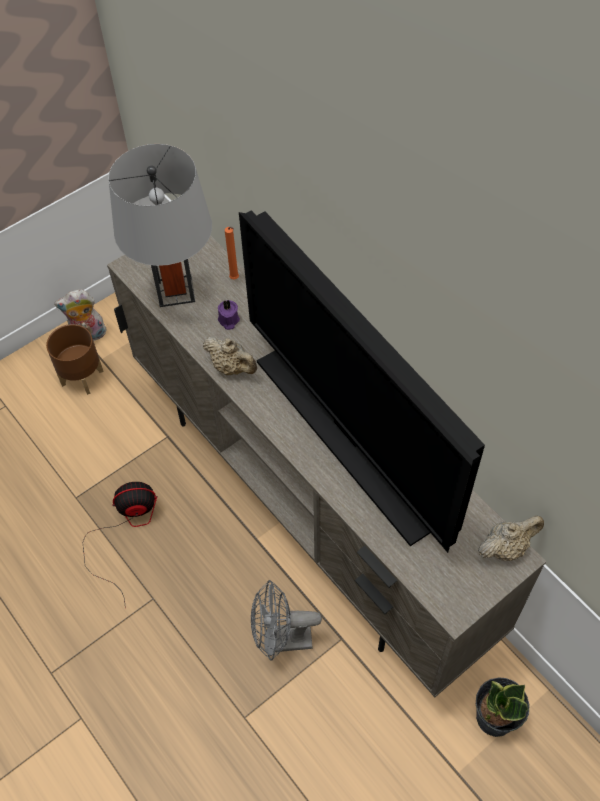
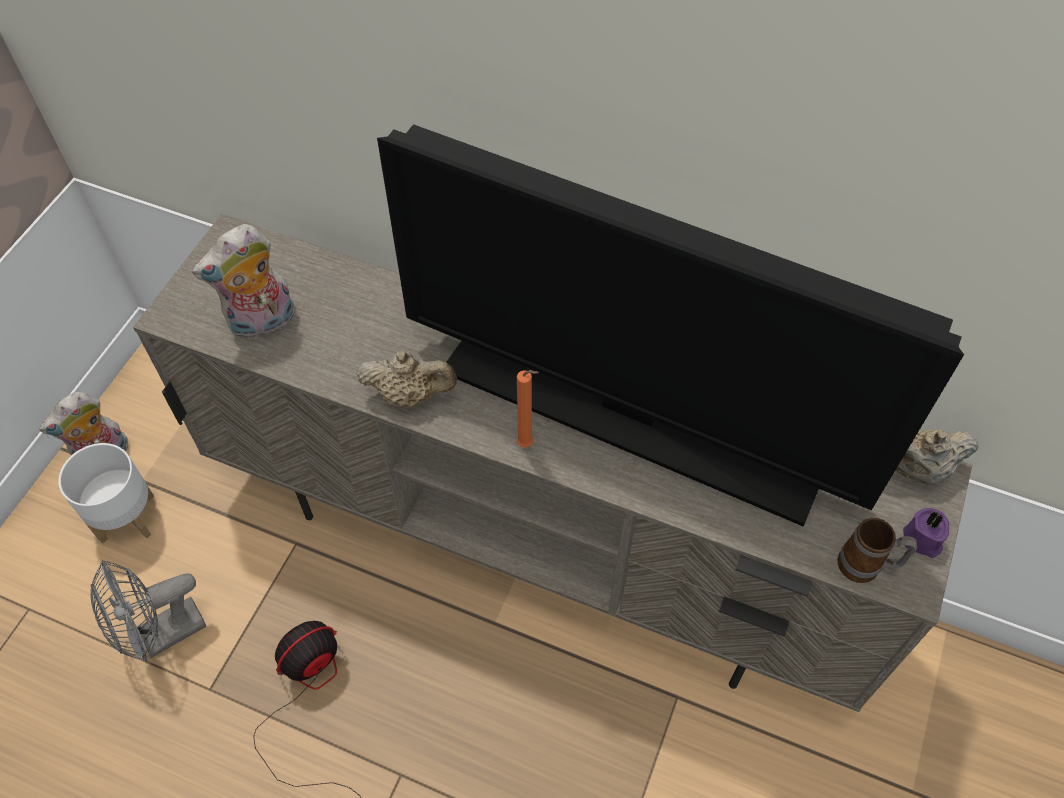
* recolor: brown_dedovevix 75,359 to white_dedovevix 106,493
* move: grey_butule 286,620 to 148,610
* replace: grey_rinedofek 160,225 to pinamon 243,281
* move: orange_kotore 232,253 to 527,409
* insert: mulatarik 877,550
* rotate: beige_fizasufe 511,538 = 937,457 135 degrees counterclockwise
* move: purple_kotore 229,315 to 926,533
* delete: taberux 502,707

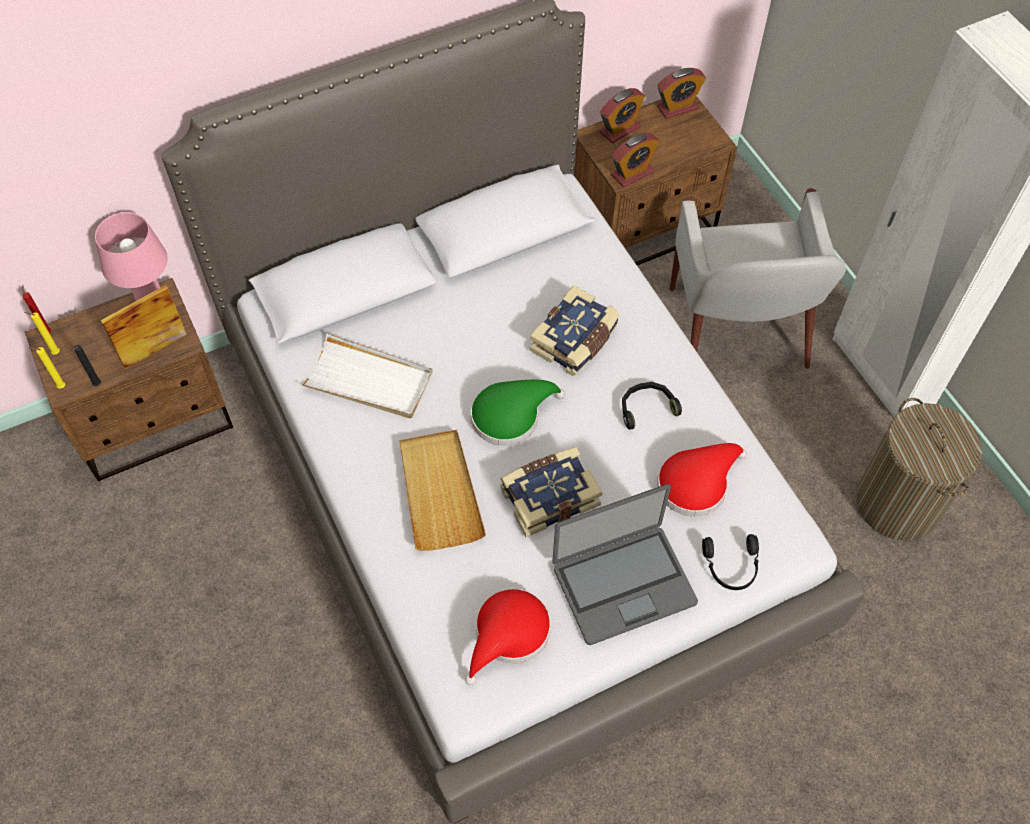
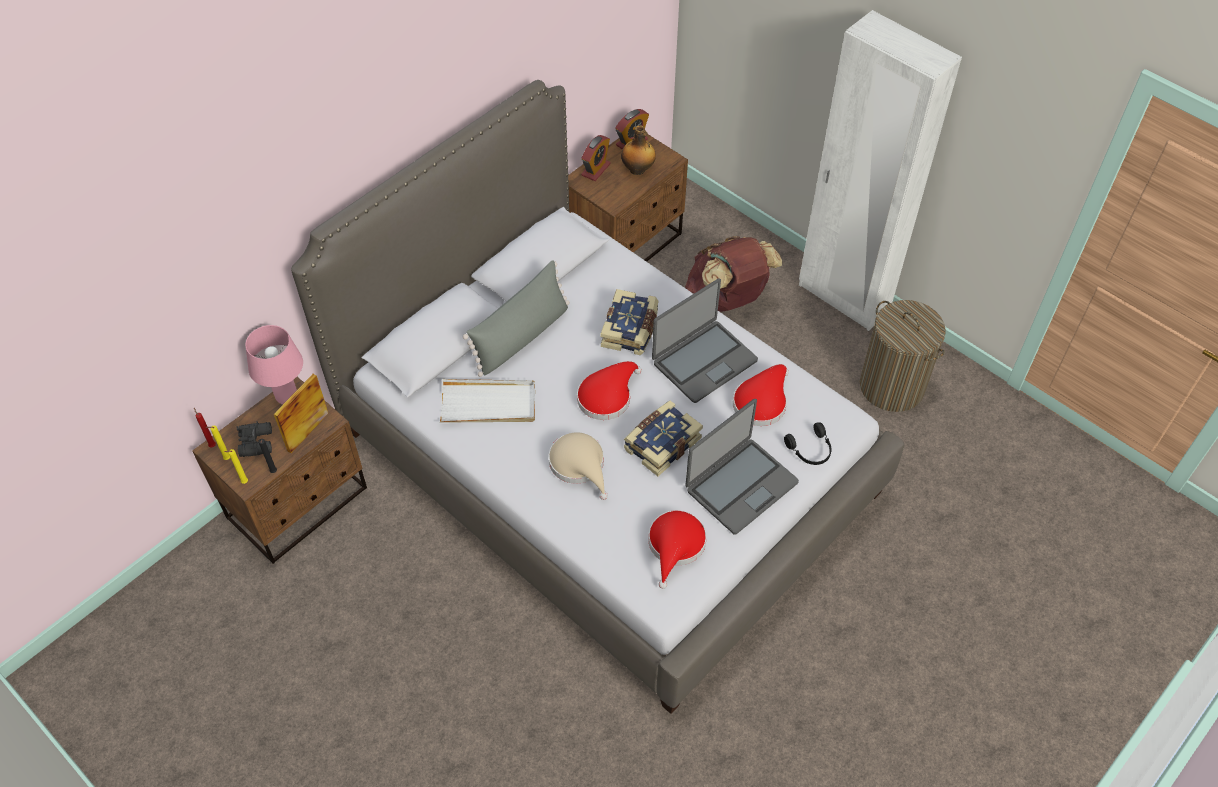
* insert: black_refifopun 254,439
* insert: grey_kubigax 516,318
* replace: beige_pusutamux 442,490 to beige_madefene 578,466
* recolor: green_madefene 518,413 to red_madefene 609,390
* insert: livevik 638,150
* replace: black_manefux 652,406 to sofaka 705,340
* replace: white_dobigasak 758,278 to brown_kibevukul 733,274
* delete: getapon 635,160

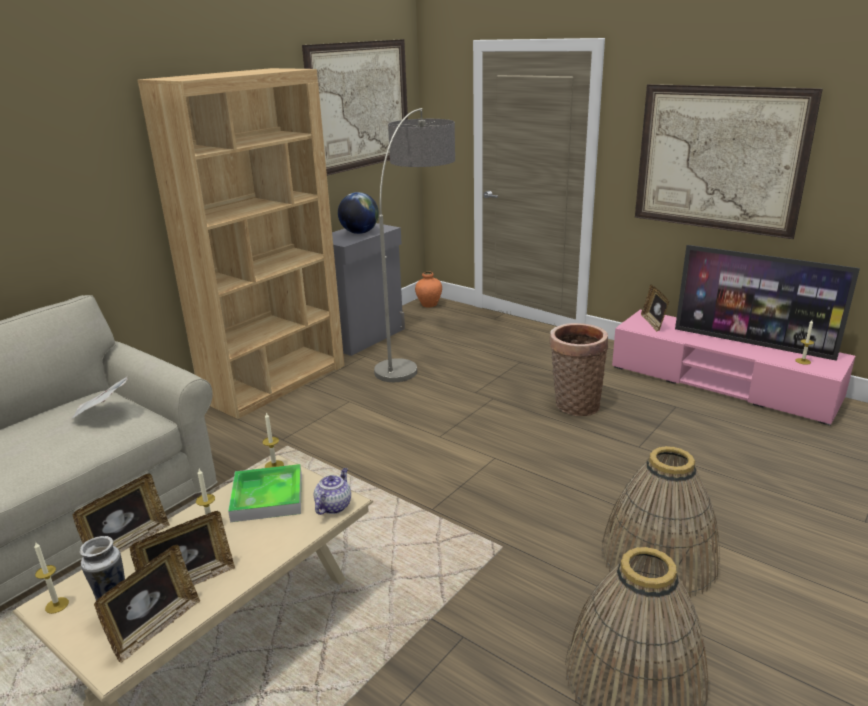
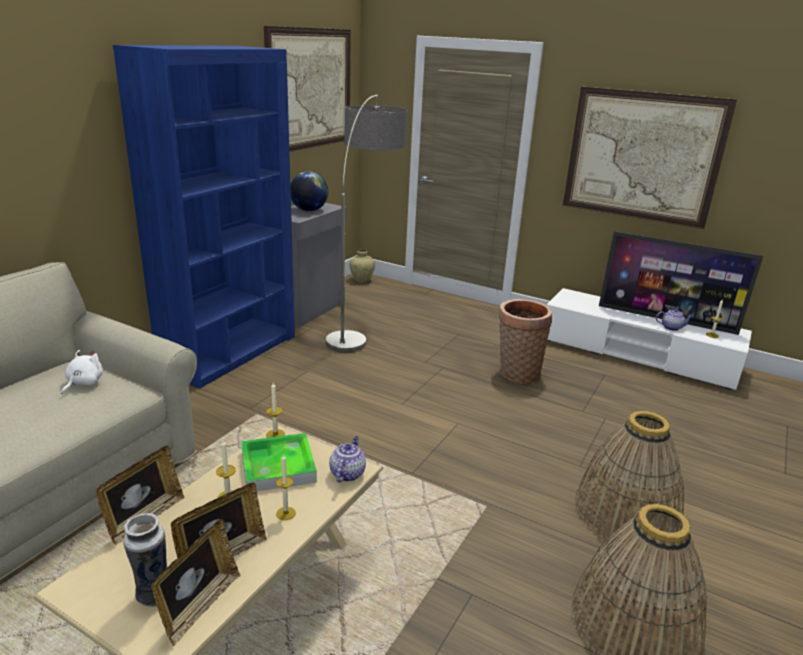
* replace: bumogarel 99,398 to white_pinamon 82,372
* recolor: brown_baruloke 240,243 to blue_baruloke 204,216
* move: kotore 51,578 to 286,487
* recolor: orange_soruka 428,289 to beige_soruka 362,266
* recolor: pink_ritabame 733,368 to white_ritabame 649,339
* insert: fizasufe 674,320
* delete: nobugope 655,308

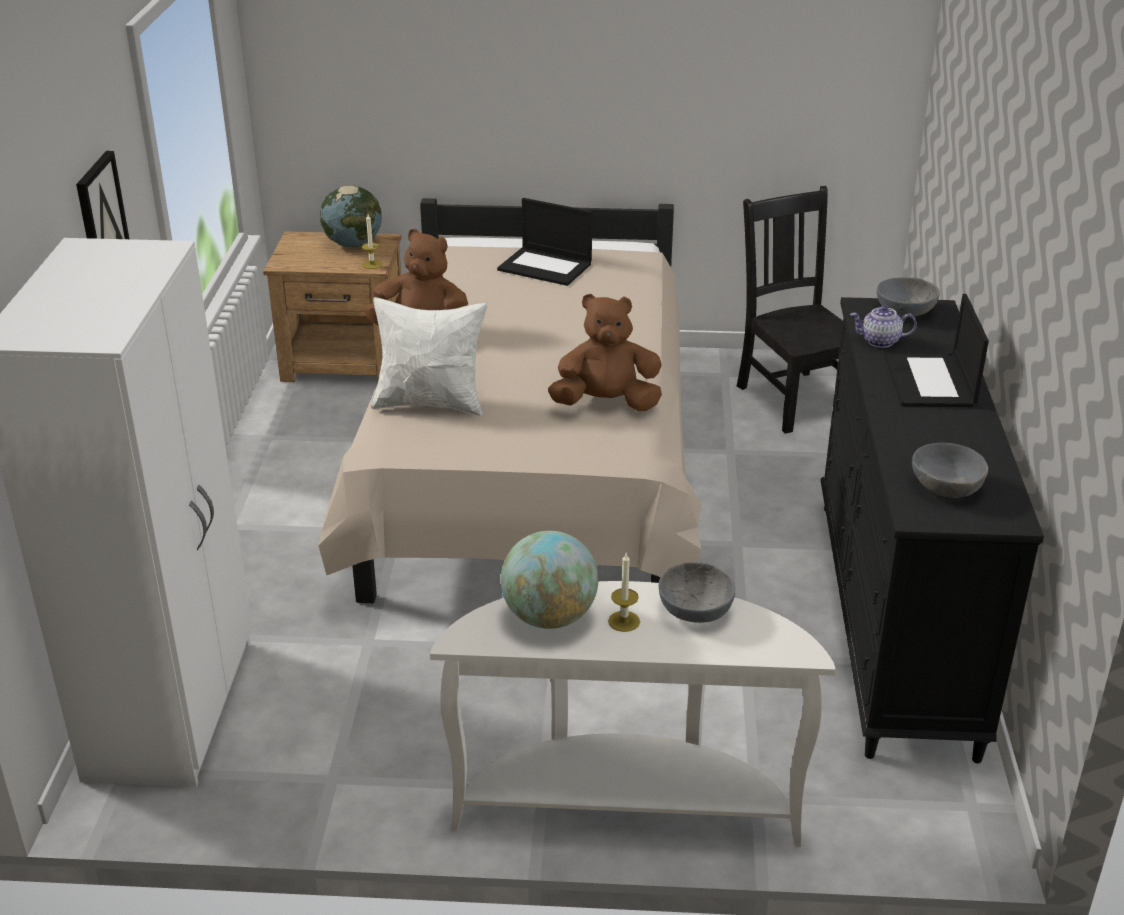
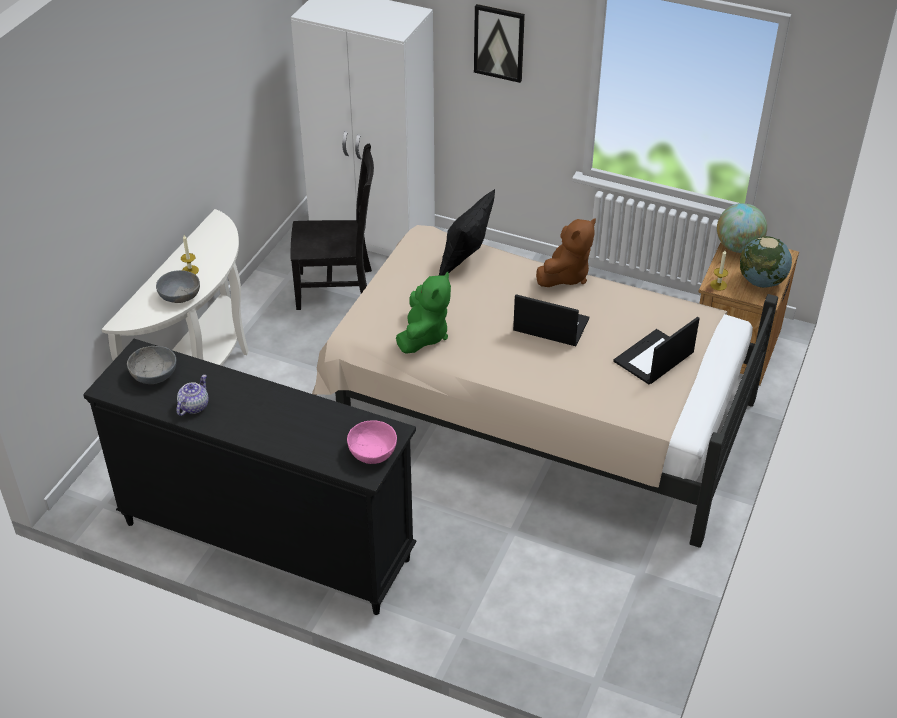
* move: fizasufe 883,327 to 192,395
* move: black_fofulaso 790,310 to 332,226
* recolor: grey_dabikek 908,297 to pink_dabikek 372,442
* recolor: brown_pinamon 605,352 to green_pinamon 423,313
* recolor: white_kubigax 429,356 to black_kubigax 467,232
* move: sofaka 936,350 to 551,320
* move: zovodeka 549,580 to 742,228

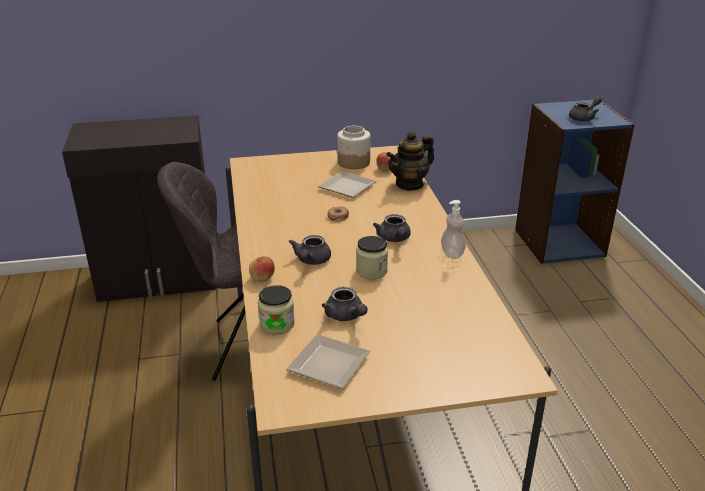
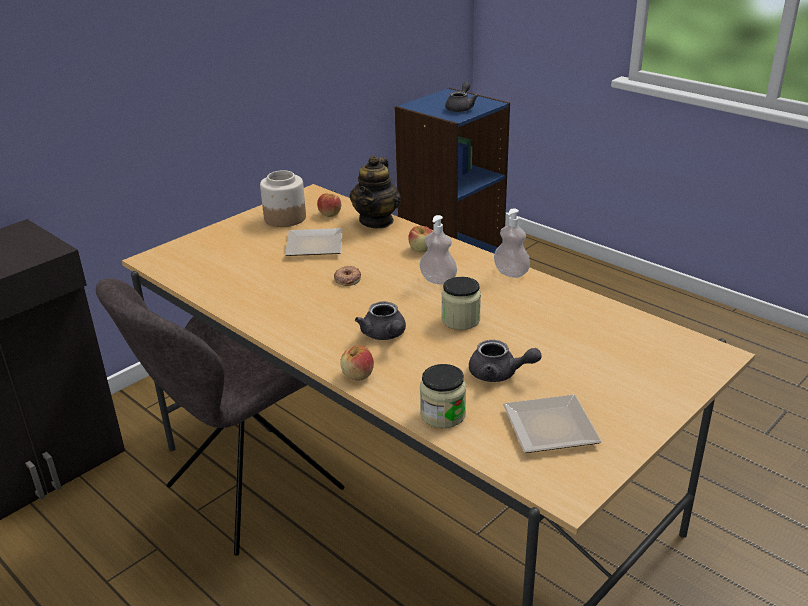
* insert: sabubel 420,239
* replace: grey_fizasufe 392,228 to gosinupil 438,250

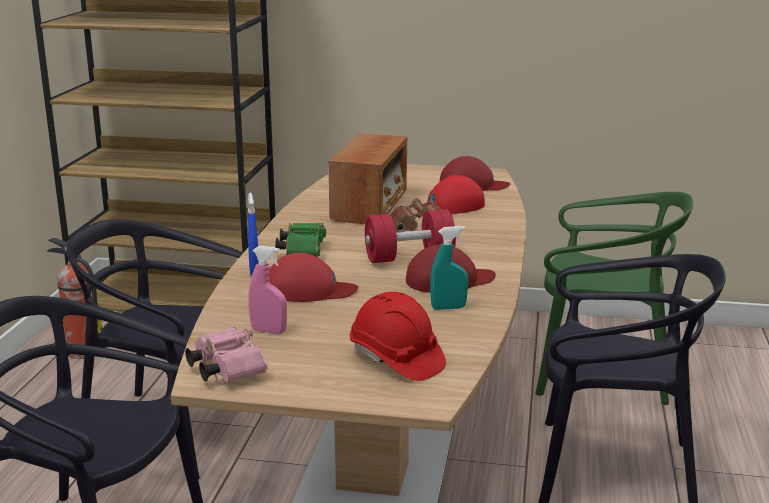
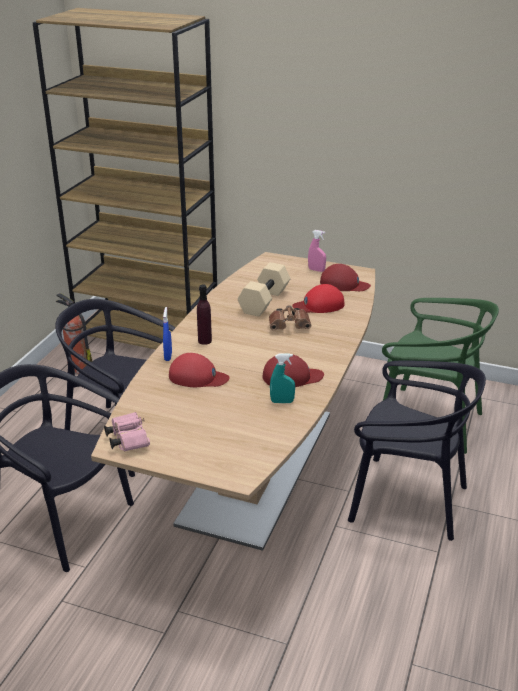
* replace: green_refifopun 300,240 to purple_livevik 204,315
* replace: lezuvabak 368,178 to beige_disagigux 264,289
* move: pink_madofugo 267,290 to 317,251
* delete: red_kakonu 398,336
* delete: red_disagigux 410,236

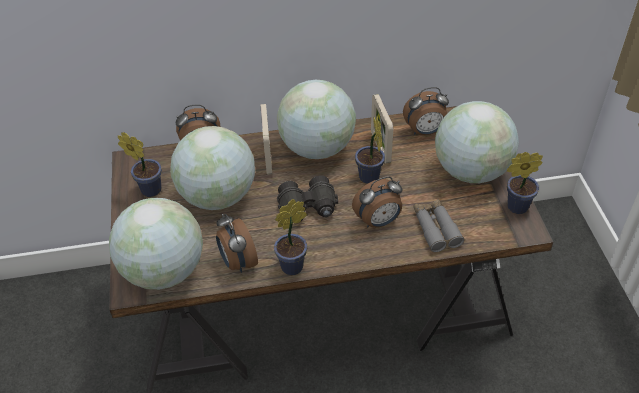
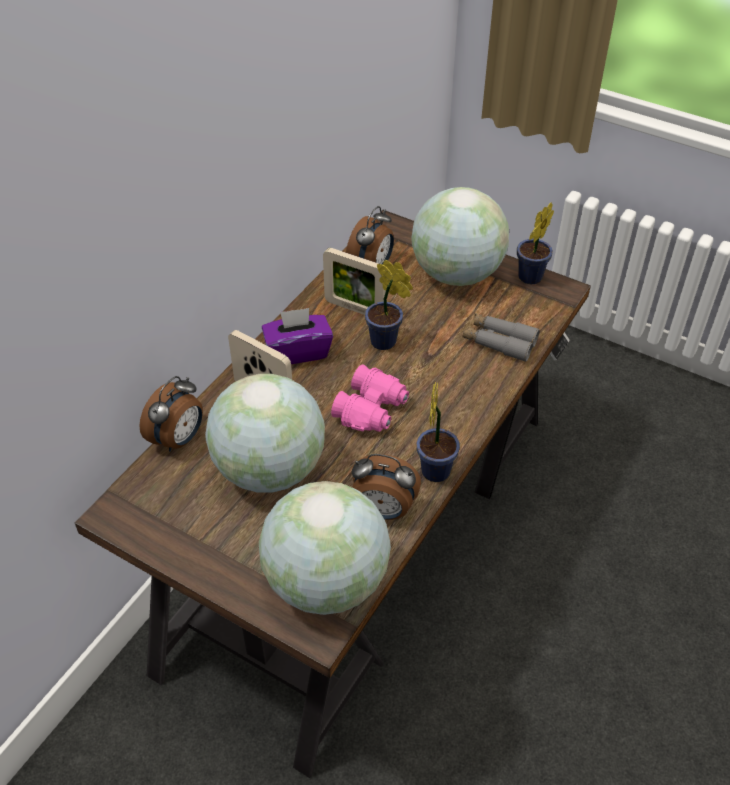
* replace: zovodeka 316,119 to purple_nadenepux 297,336
* recolor: black_refifopun 307,198 to pink_refifopun 370,398
* delete: taberux 140,164
* delete: getapon 377,202

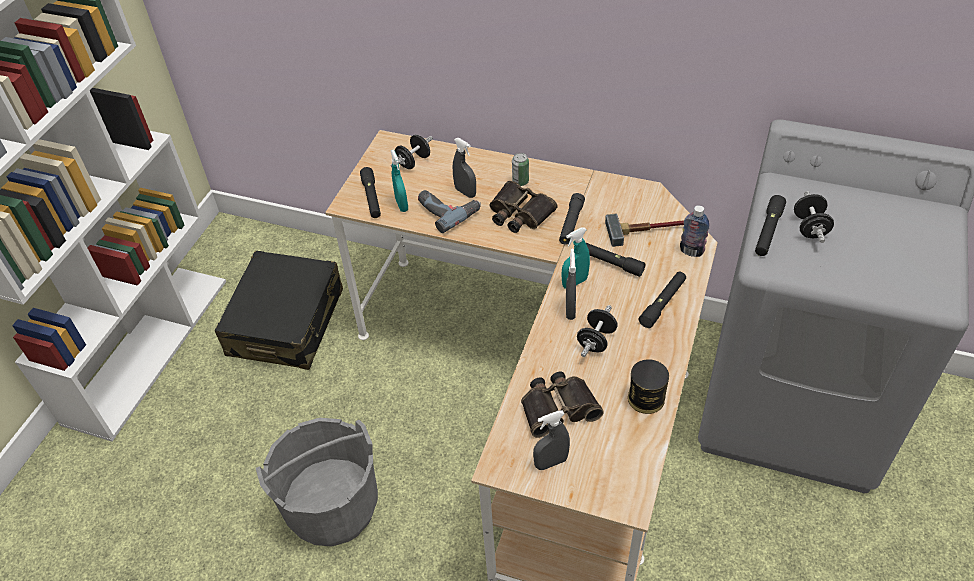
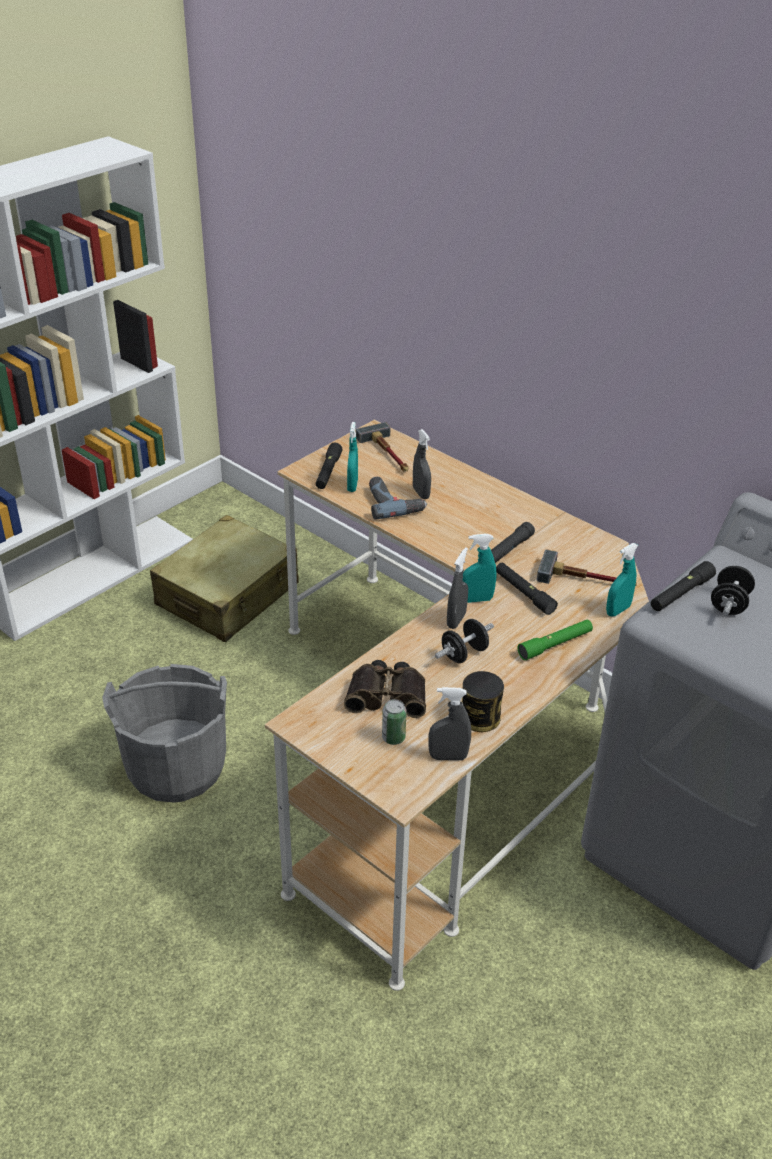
* recolor: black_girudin 279,310 to beige_girudin 224,578
* replace: black_disagigux 412,152 to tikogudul 382,447
* move: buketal 520,169 to 394,722
* move: grey_madofugo 551,440 to 450,723
* recolor: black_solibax 662,300 to green_solibax 555,640
* replace: livevik 695,231 to turquoise_madofugo 622,580
* delete: refifopun 523,207

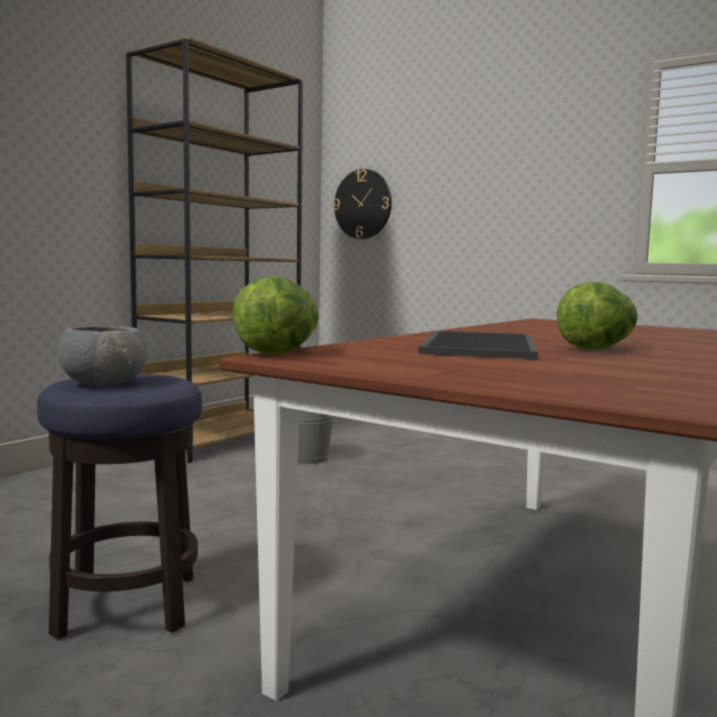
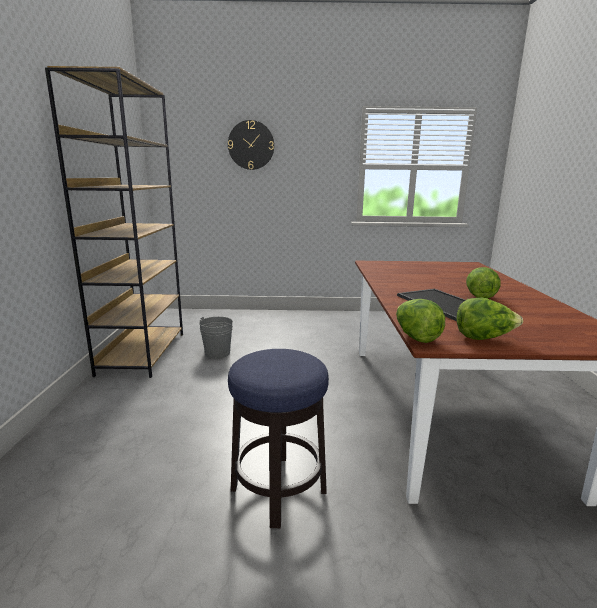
* move: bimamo 362,204 to 251,145
* insert: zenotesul 489,318
* delete: grey_dabikek 102,355

